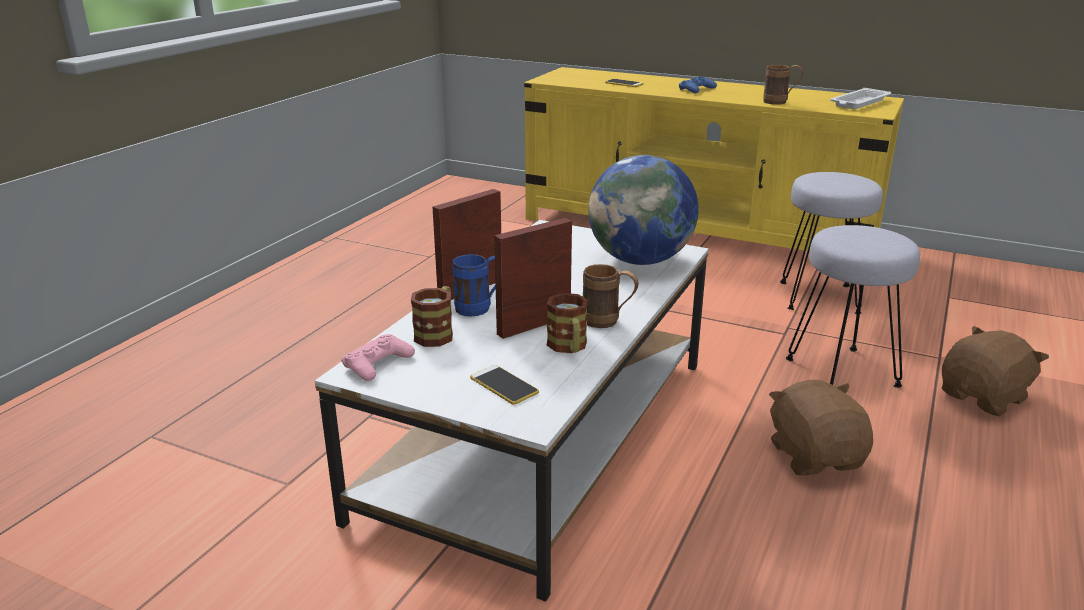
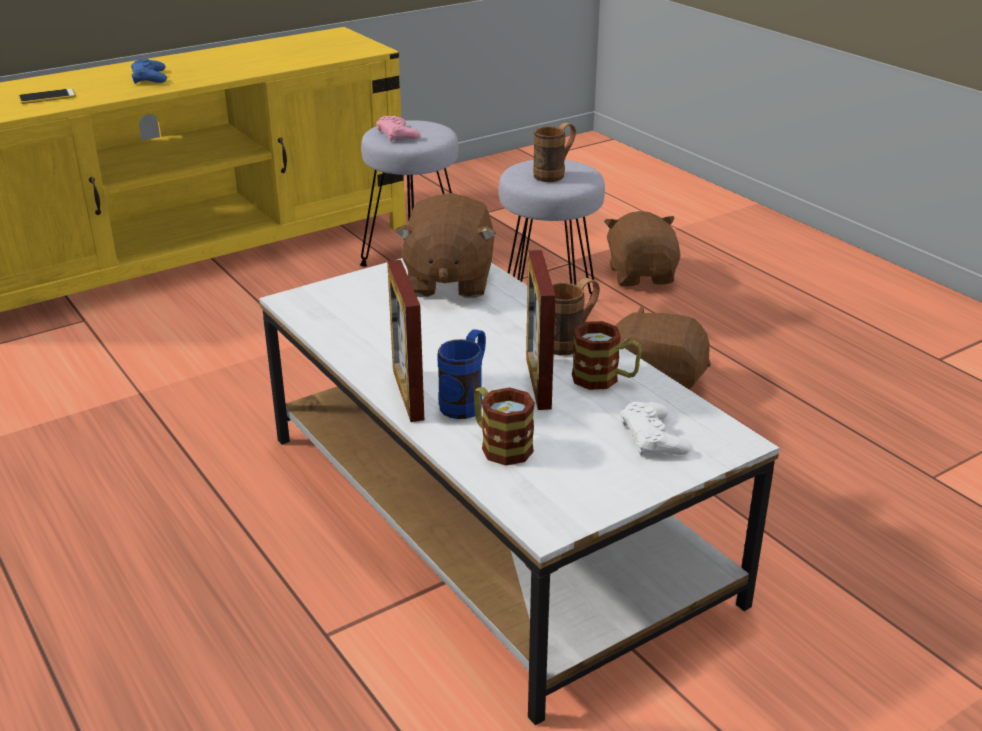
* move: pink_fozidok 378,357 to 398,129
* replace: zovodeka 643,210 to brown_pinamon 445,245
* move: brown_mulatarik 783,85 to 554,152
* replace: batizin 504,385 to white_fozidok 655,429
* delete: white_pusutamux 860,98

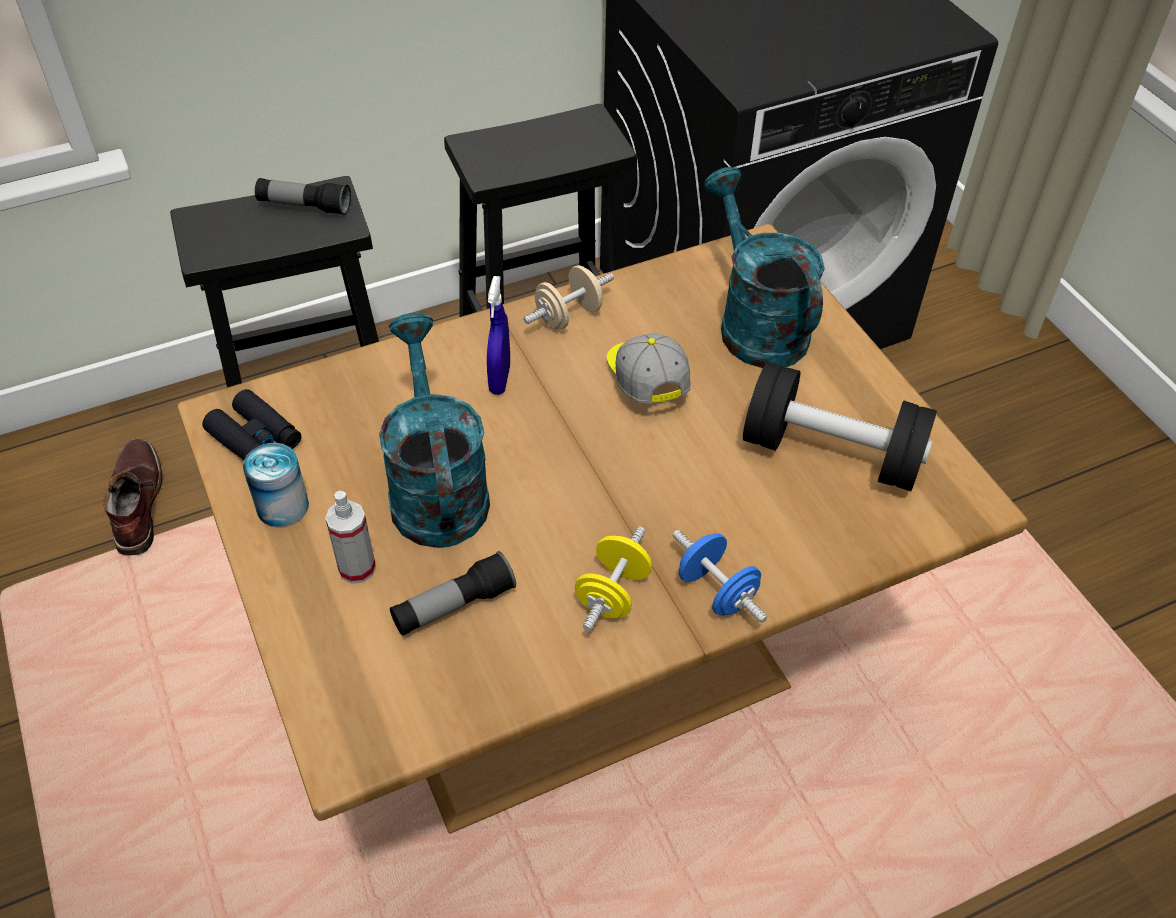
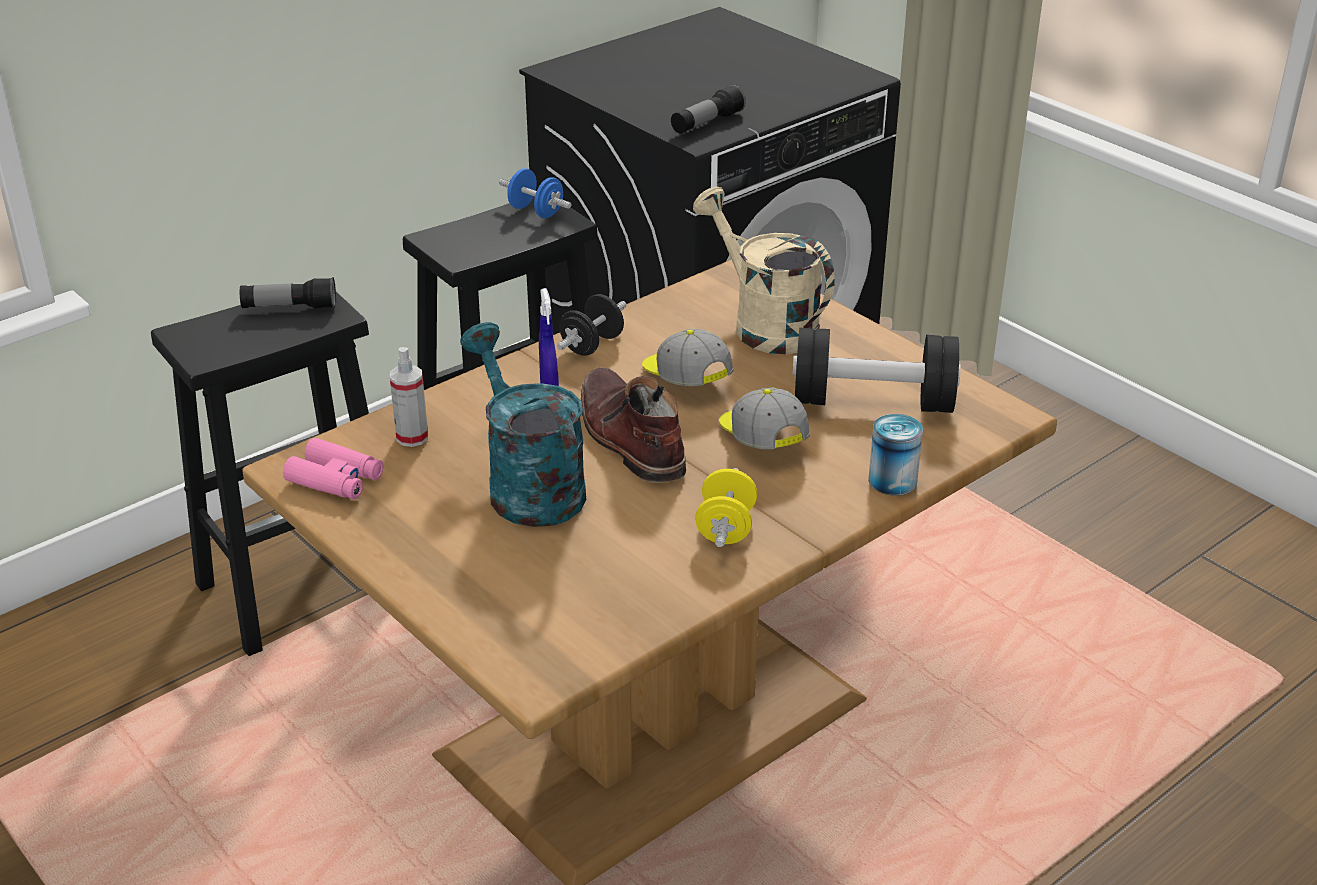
* recolor: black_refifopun 251,424 to pink_refifopun 333,469
* move: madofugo 350,537 to 409,397
* move: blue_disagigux 720,576 to 535,193
* recolor: beige_disagigux 568,297 to black_disagigux 592,325
* move: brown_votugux 133,497 to 633,425
* move: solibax 453,593 to 708,109
* recolor: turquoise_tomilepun 764,267 to beige_tomilepun 764,270
* insert: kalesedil 764,418
* move: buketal 276,485 to 895,455

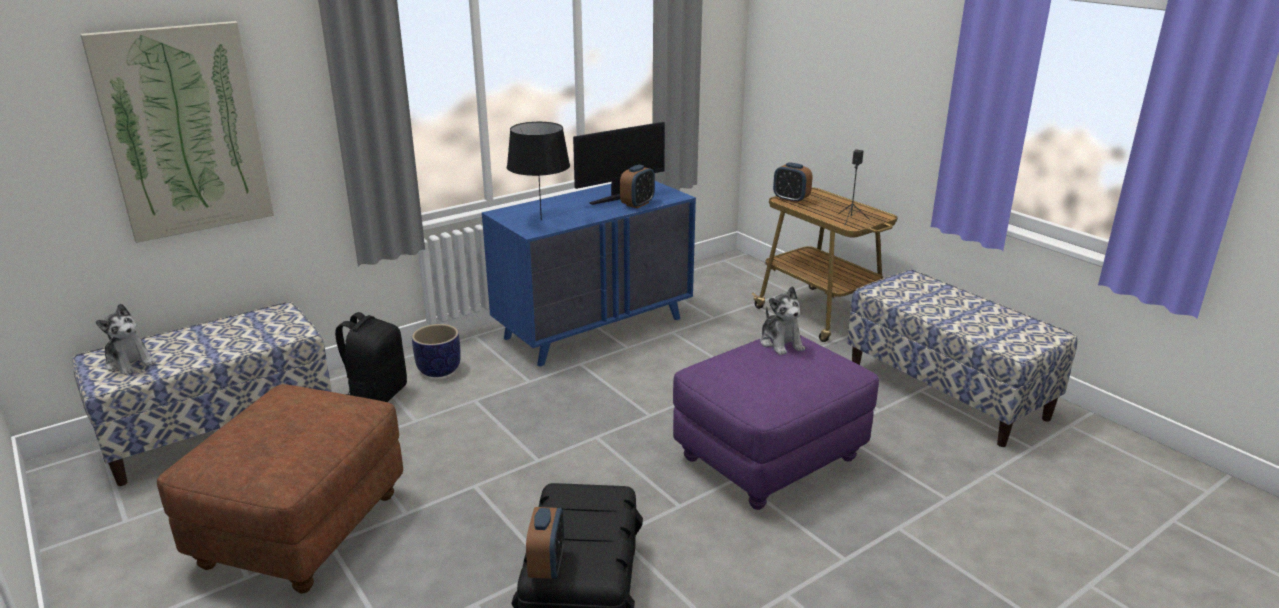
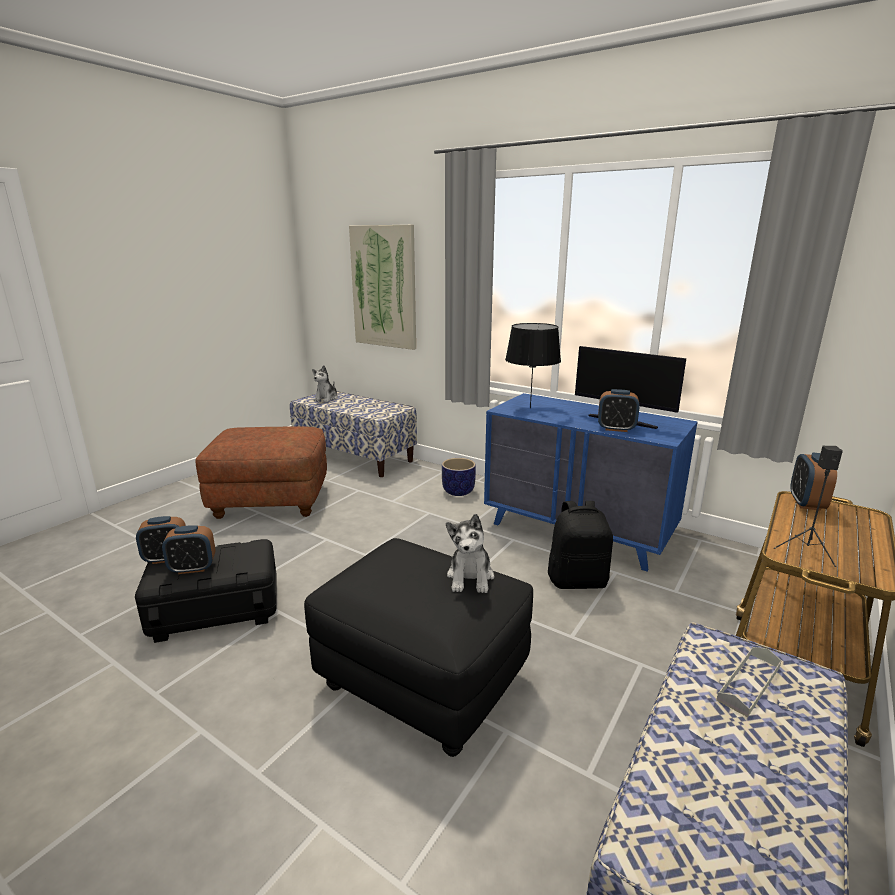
* insert: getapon 188,549
* recolor: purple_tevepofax 776,422 to black_tevepofax 418,647
* rotate: pinamon 782,320 = 470,553 45 degrees counterclockwise
* move: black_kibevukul 371,357 to 580,545
* insert: grey_pusutamux 749,682

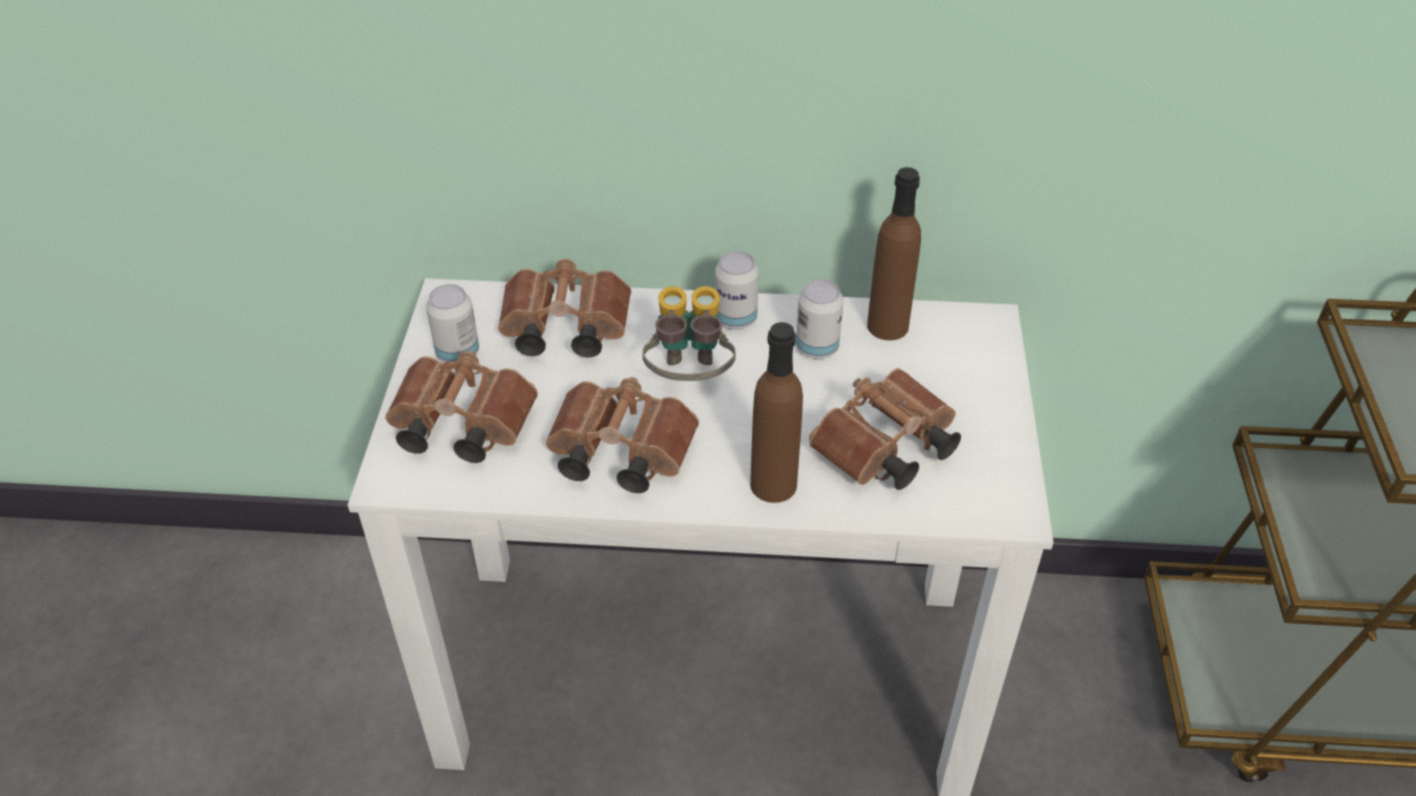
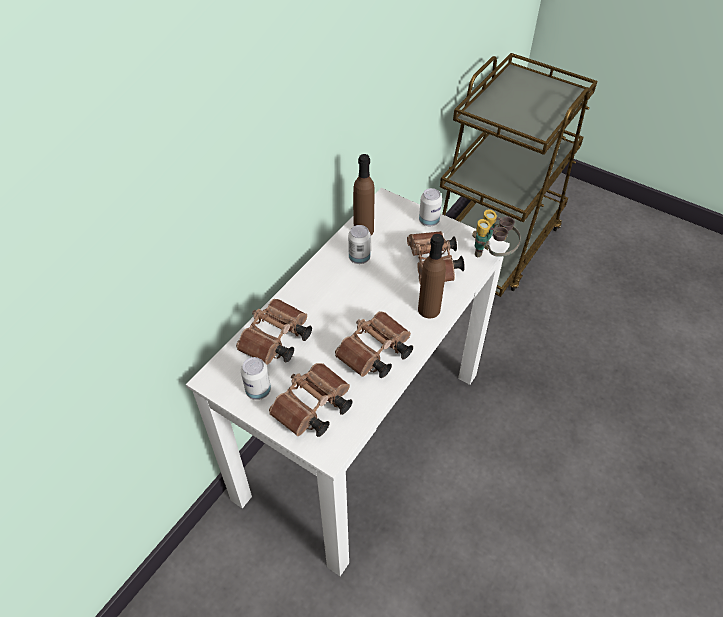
* move: buketal 737,290 to 430,207
* move: refifopun 689,333 to 496,233

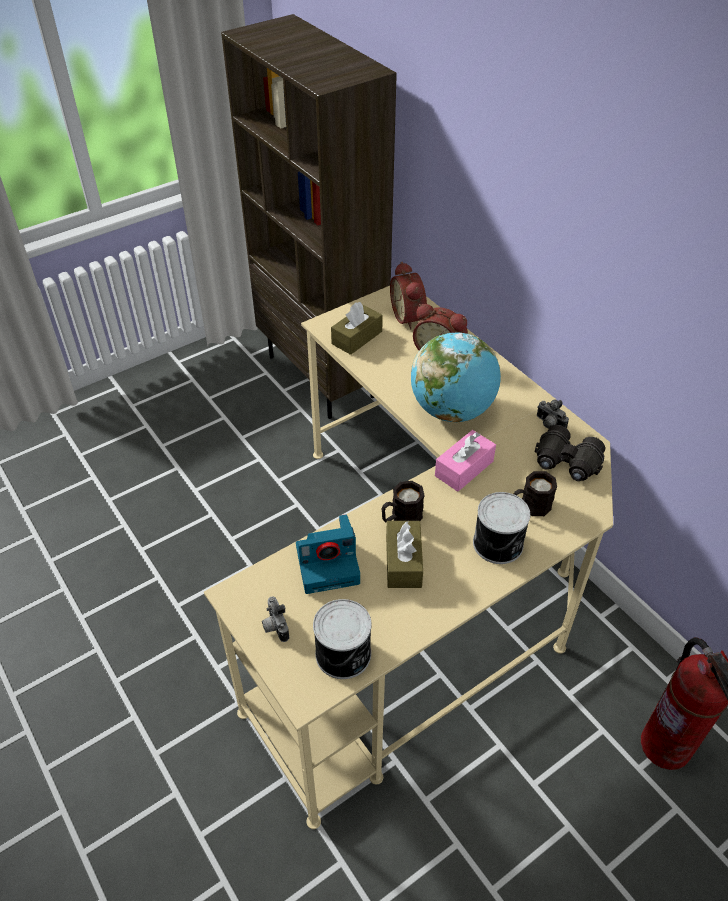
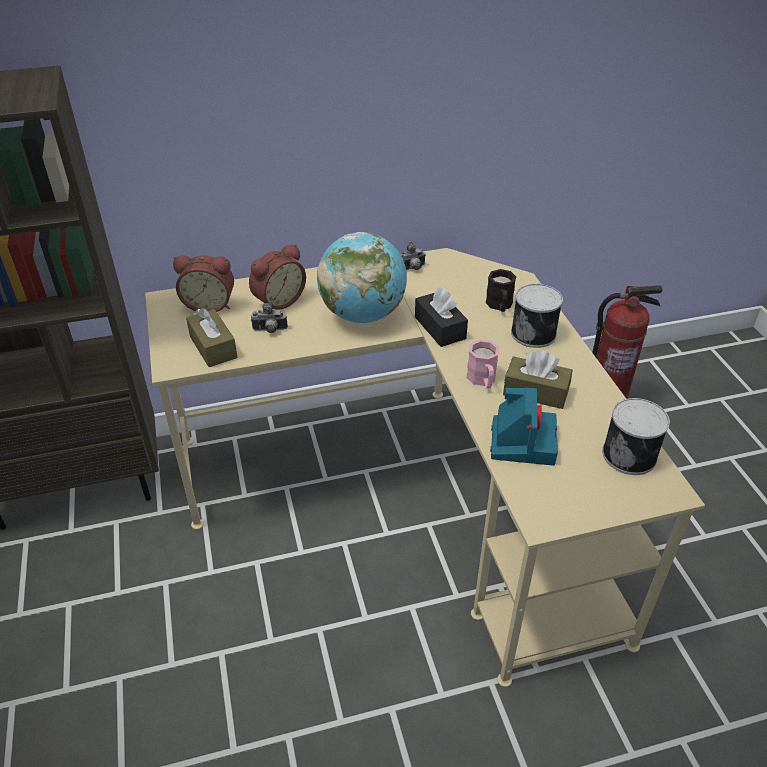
* move: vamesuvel 275,619 to 269,317
* recolor: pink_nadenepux 465,461 to black_nadenepux 441,317
* recolor: black_mulatarik 403,501 to pink_mulatarik 482,364
* delete: black_refifopun 570,453

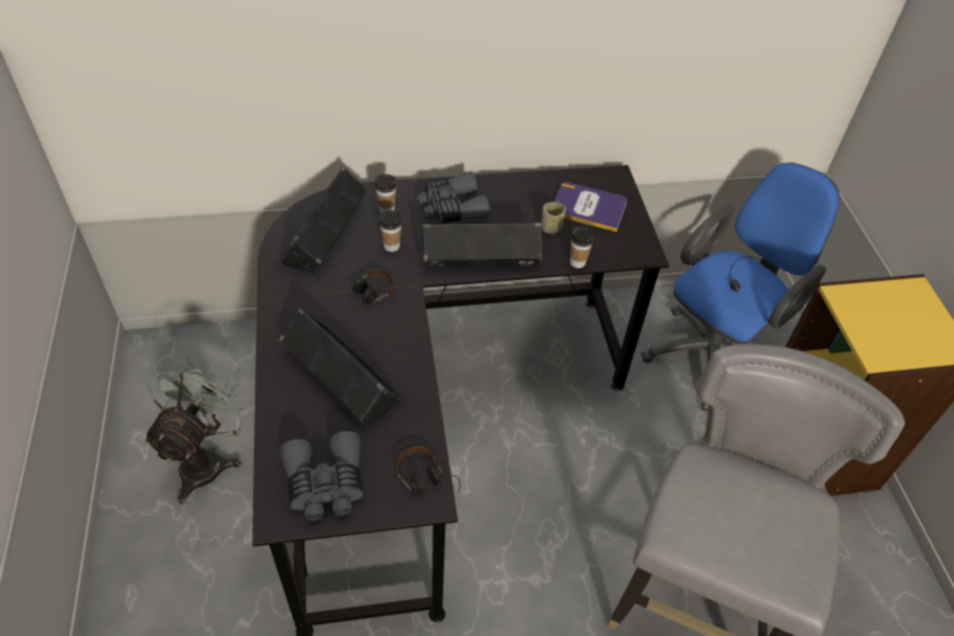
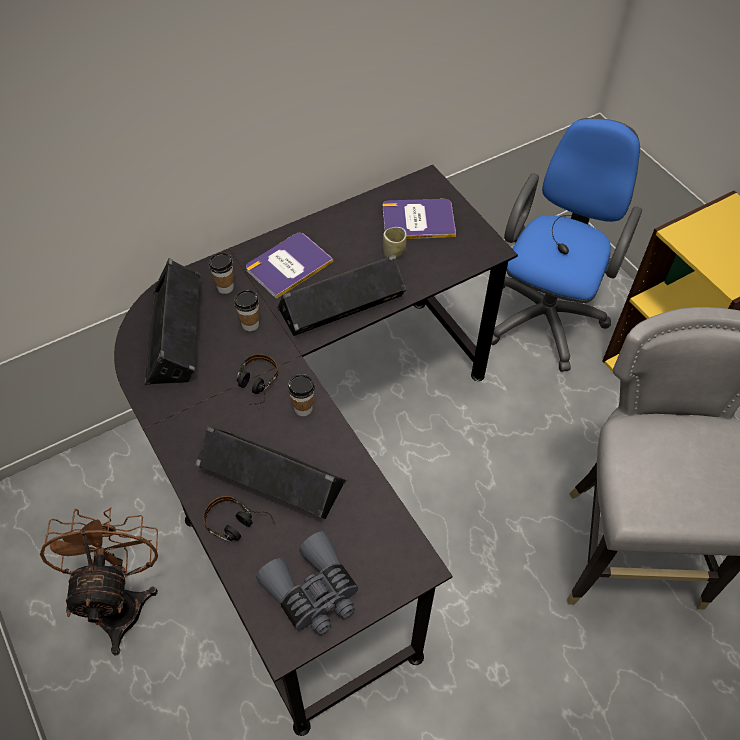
* recolor: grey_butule 198,429 to brown_butule 99,581
* move: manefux 428,470 to 239,519
* replace: grey_refifopun 453,197 to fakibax 289,266
* move: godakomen 582,247 to 301,395

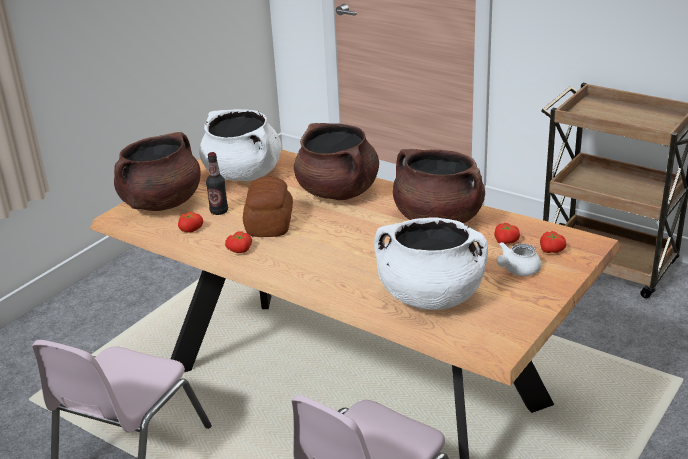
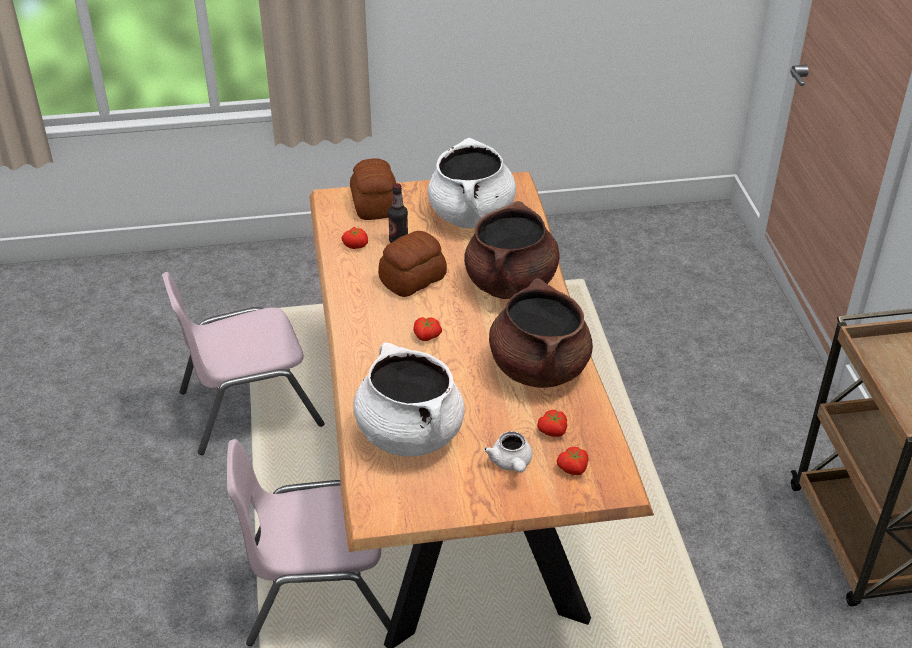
* replace: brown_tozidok 157,171 to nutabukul 373,189
* move: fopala 238,242 to 427,329
* rotate: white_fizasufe 518,259 = 507,452 105 degrees counterclockwise

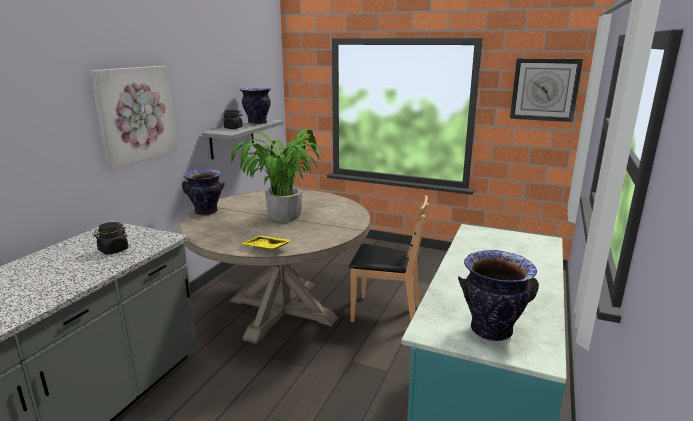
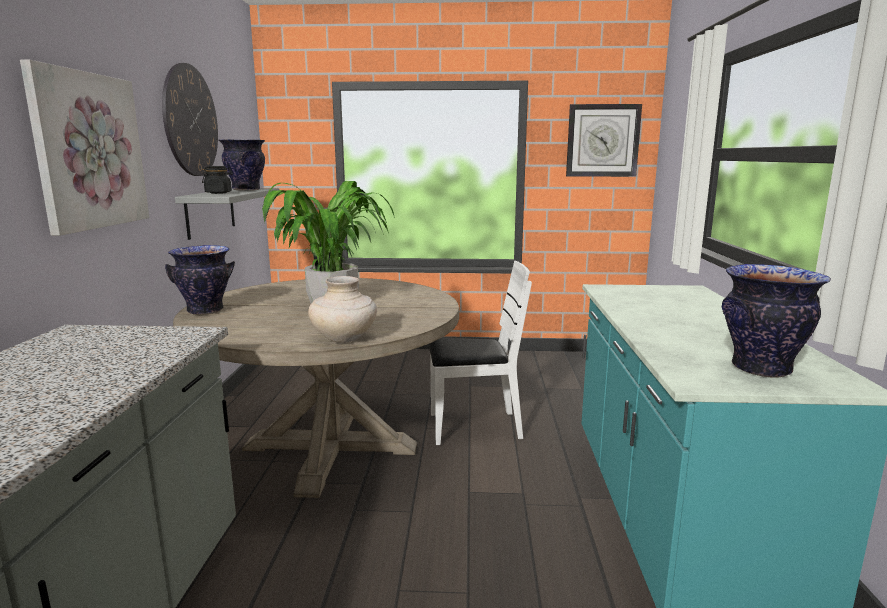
* insert: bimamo 190,119
* replace: yellow_pusutamux 266,243 to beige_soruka 342,309
* recolor: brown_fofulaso 389,258 to white_fofulaso 480,352
* delete: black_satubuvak 110,238

